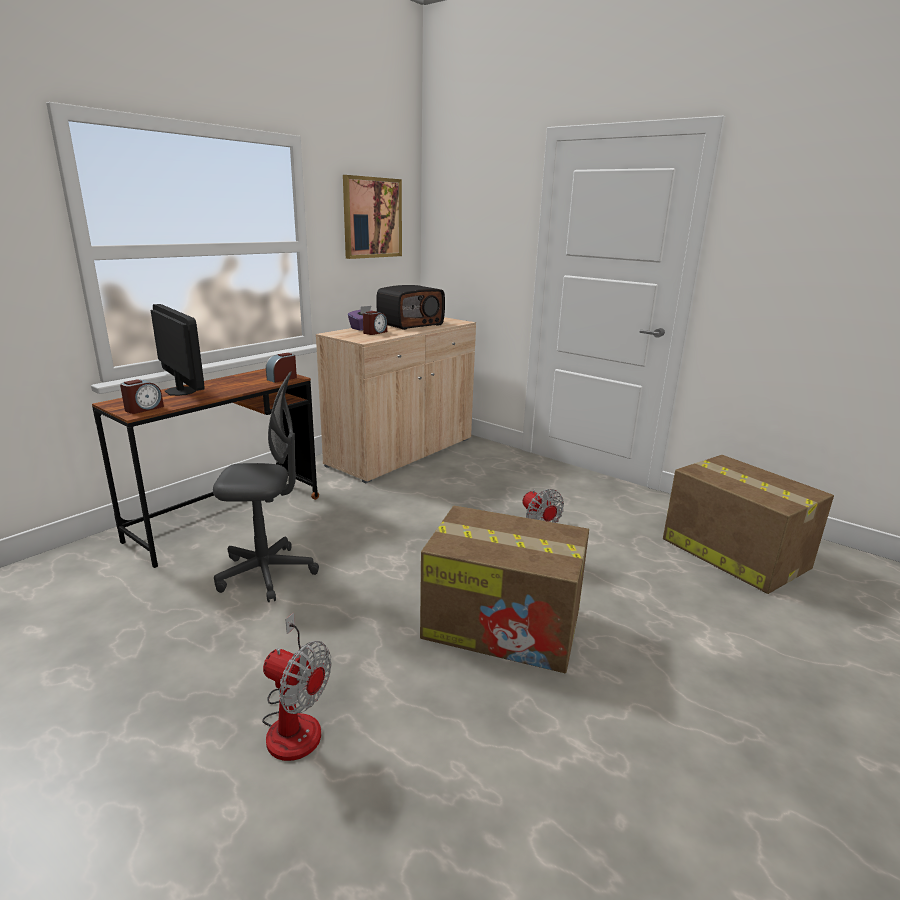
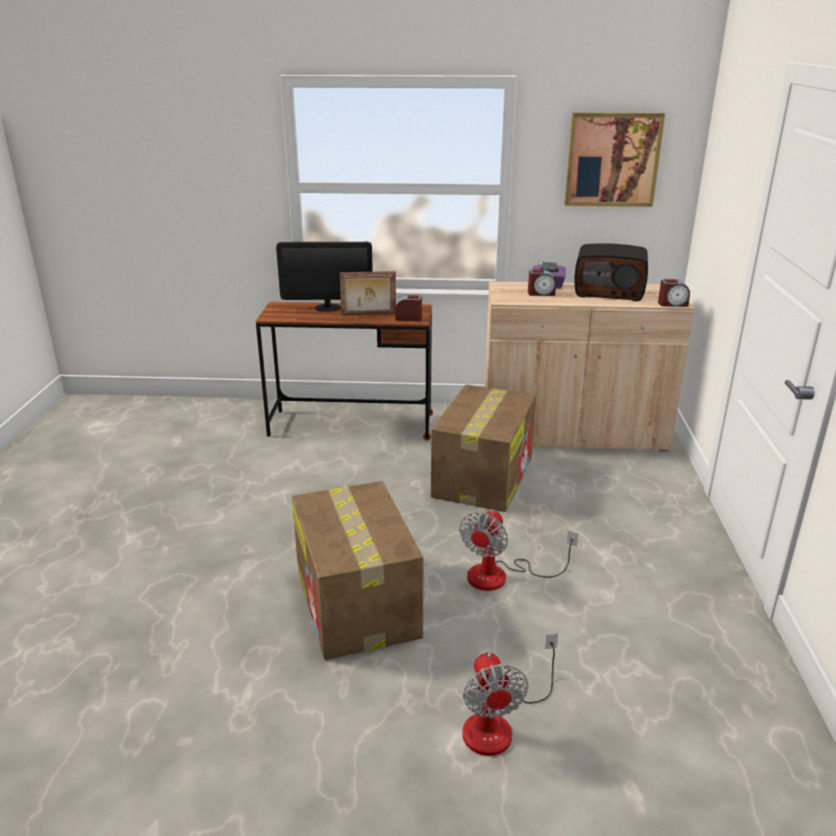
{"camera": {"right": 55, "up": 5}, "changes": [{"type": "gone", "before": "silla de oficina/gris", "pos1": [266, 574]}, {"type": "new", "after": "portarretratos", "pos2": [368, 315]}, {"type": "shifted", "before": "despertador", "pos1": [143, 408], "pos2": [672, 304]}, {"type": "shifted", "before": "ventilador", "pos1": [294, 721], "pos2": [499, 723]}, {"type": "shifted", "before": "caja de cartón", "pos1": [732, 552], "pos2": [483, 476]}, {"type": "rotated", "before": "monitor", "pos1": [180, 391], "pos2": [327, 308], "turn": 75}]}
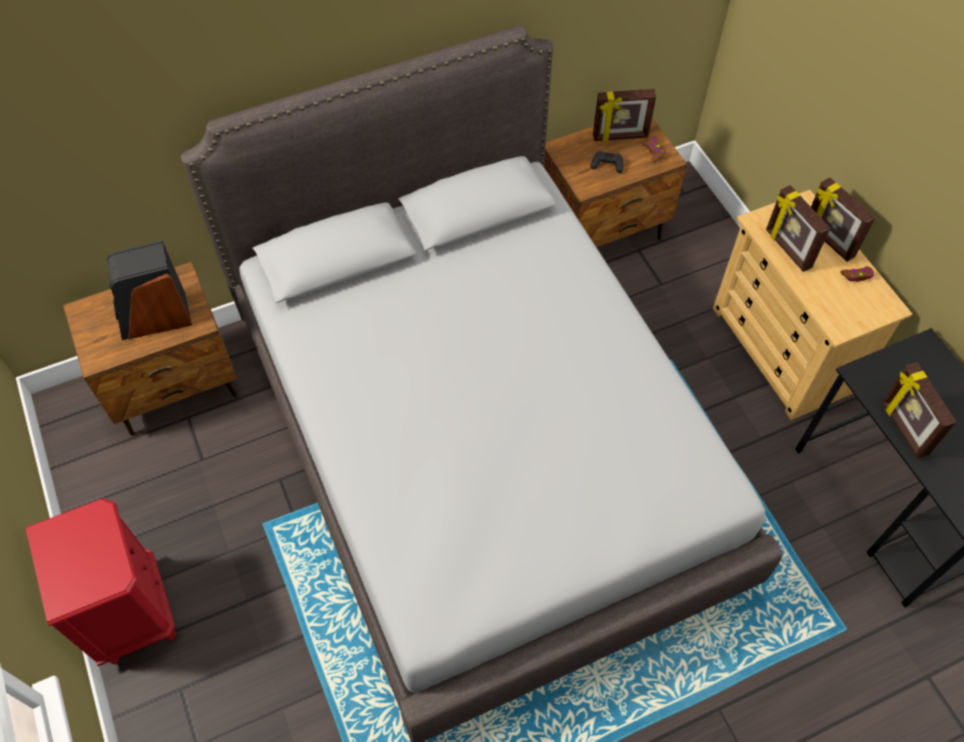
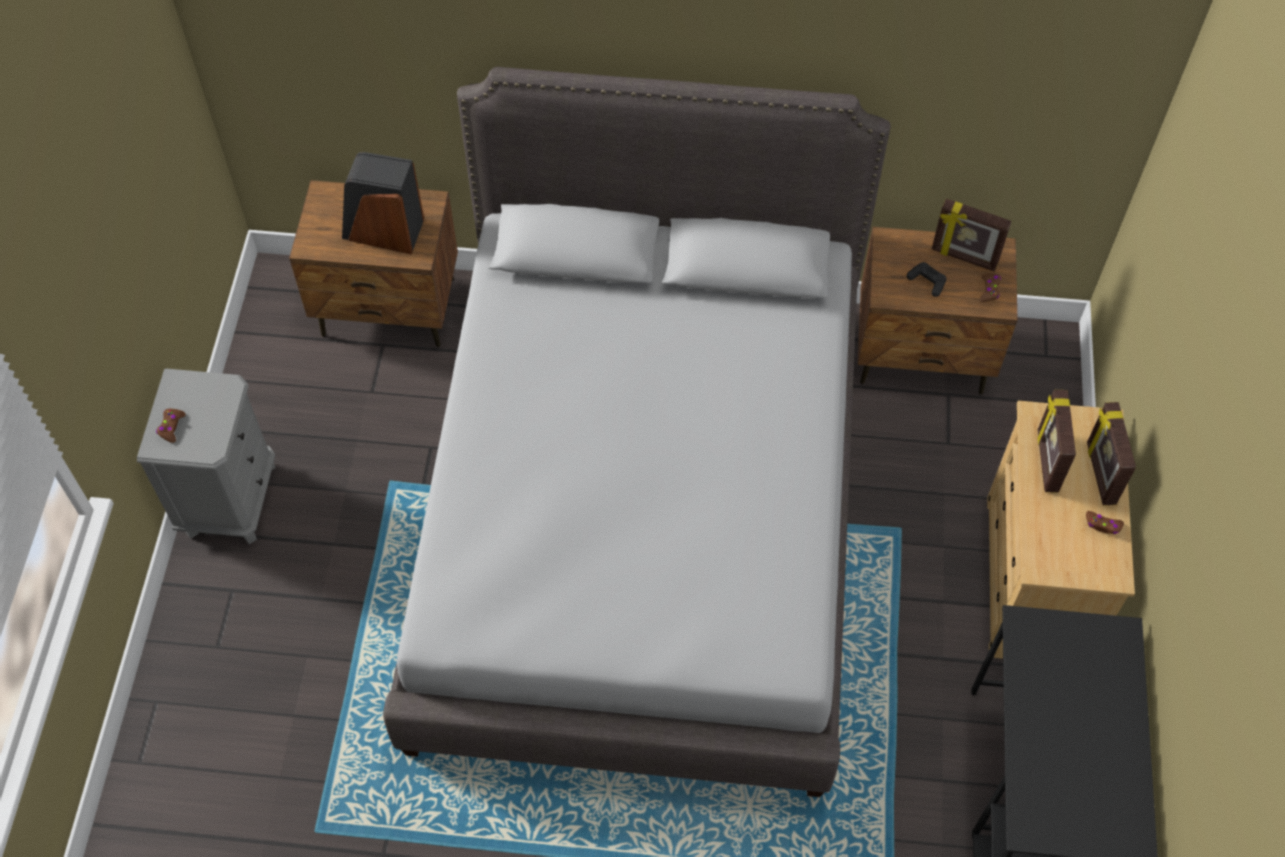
{"camera": {"right": 30, "up": 0}, "changes": [{"type": "gone", "before": "portarretratos", "pos1": [903, 428]}, {"type": "new", "after": "mando de consola/marrón", "pos2": [171, 427]}, {"type": "repainted", "before": "mesita de noche/rojo", "after": "mesita de noche/gris", "pos1": [131, 611], "pos2": [229, 499]}]}
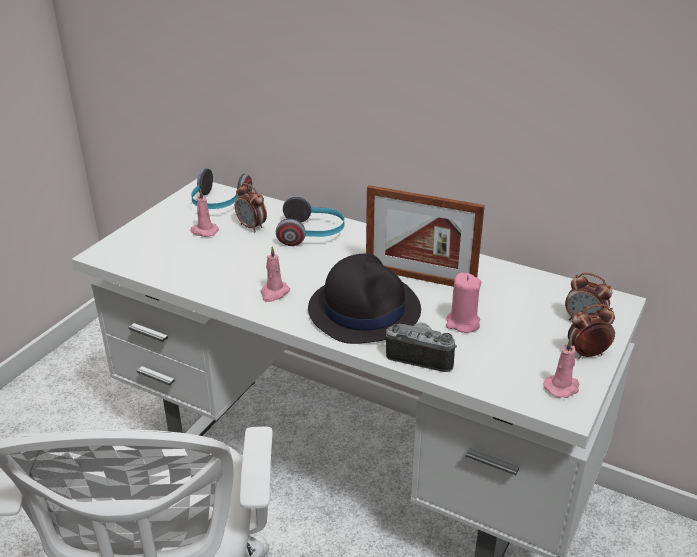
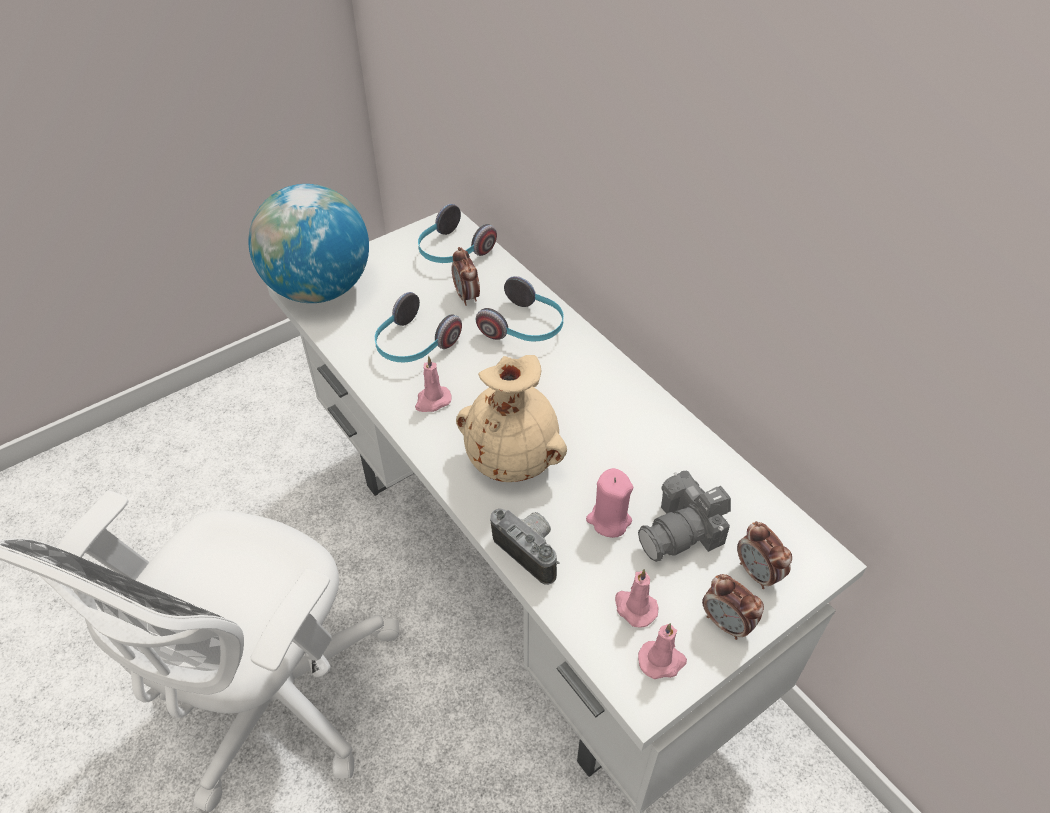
{"camera": {"right": 25, "up": 15}, "changes": [{"type": "gone", "before": "portarretratos", "pos1": [419, 278]}, {"type": "new", "after": "globo terráqueo", "pos2": [319, 289]}, {"type": "new", "after": "auriculares", "pos2": [414, 345]}, {"type": "new", "after": "cámara", "pos2": [683, 531]}, {"type": "shifted", "before": "vela/rosa", "pos1": [204, 231], "pos2": [634, 607]}, {"type": "swapped", "before": "sombrero/negro", "after": "florero/beis", "pos1": [364, 309], "pos2": [512, 459]}, {"type": "rotated", "before": "despertador", "pos1": [586, 354], "pos2": [726, 623], "turn": -150}]}
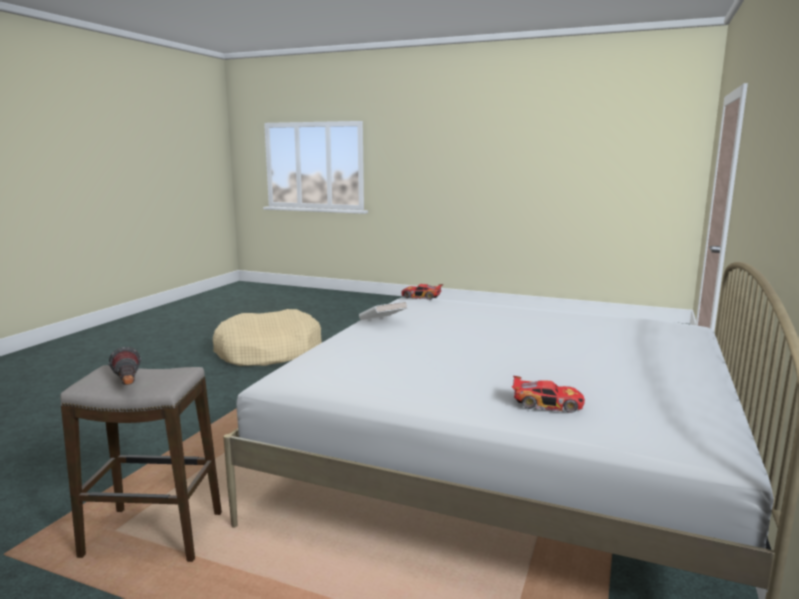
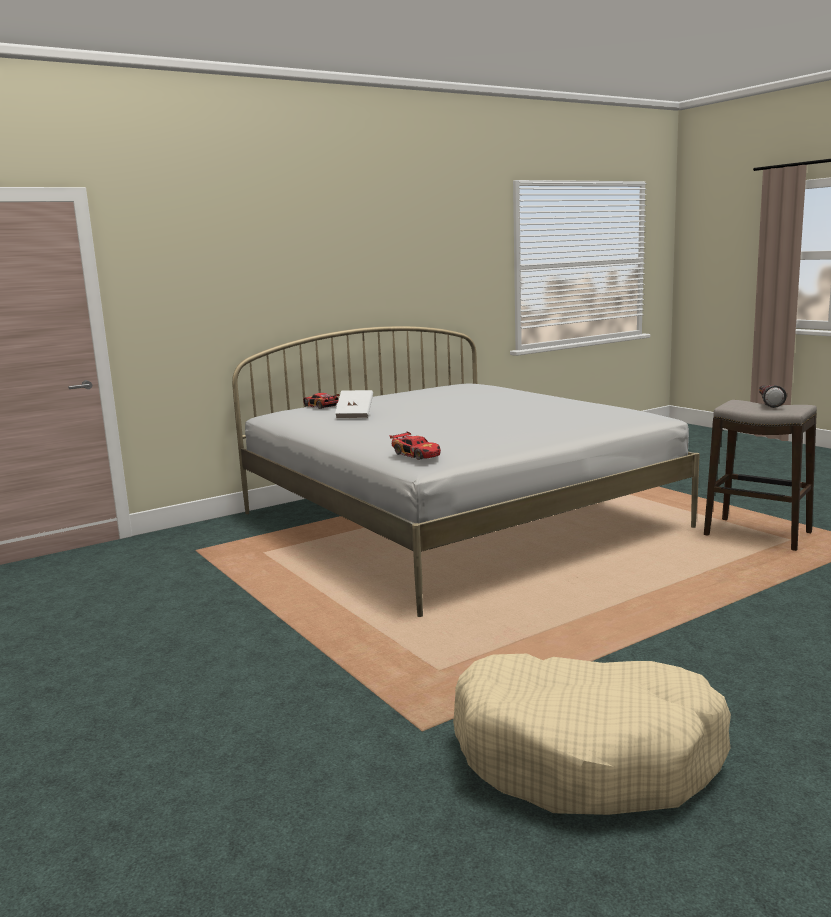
{"camera": {"right": -145, "up": 0}, "changes": [{"type": "shifted", "before": "libro/blanco", "pos1": [382, 322], "pos2": [355, 415]}, {"type": "shifted", "before": "coche de juguete", "pos1": [547, 404], "pos2": [320, 406]}]}
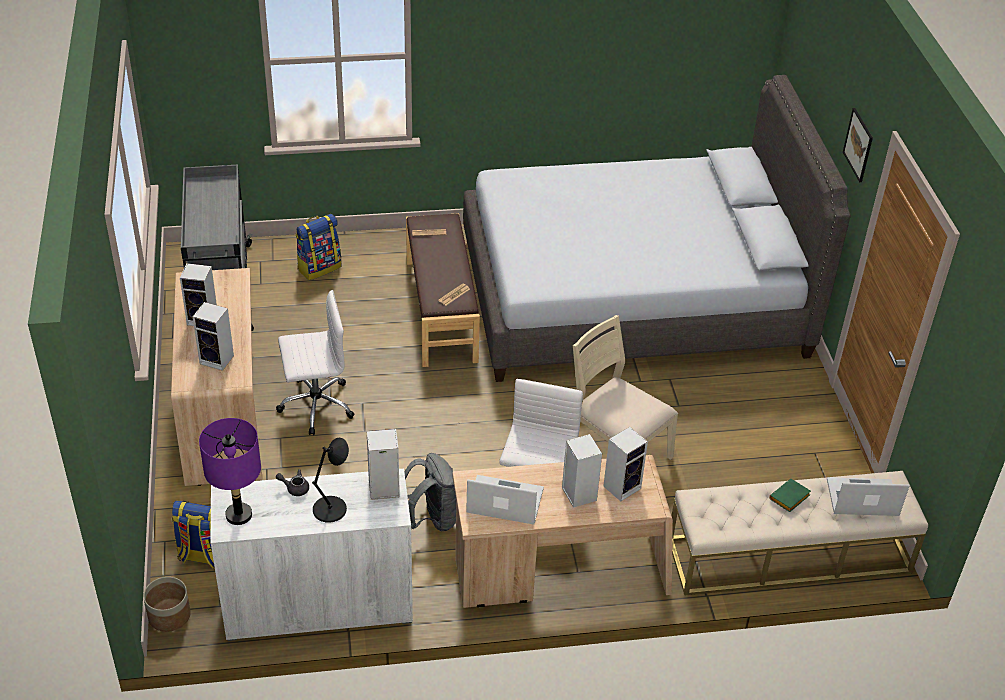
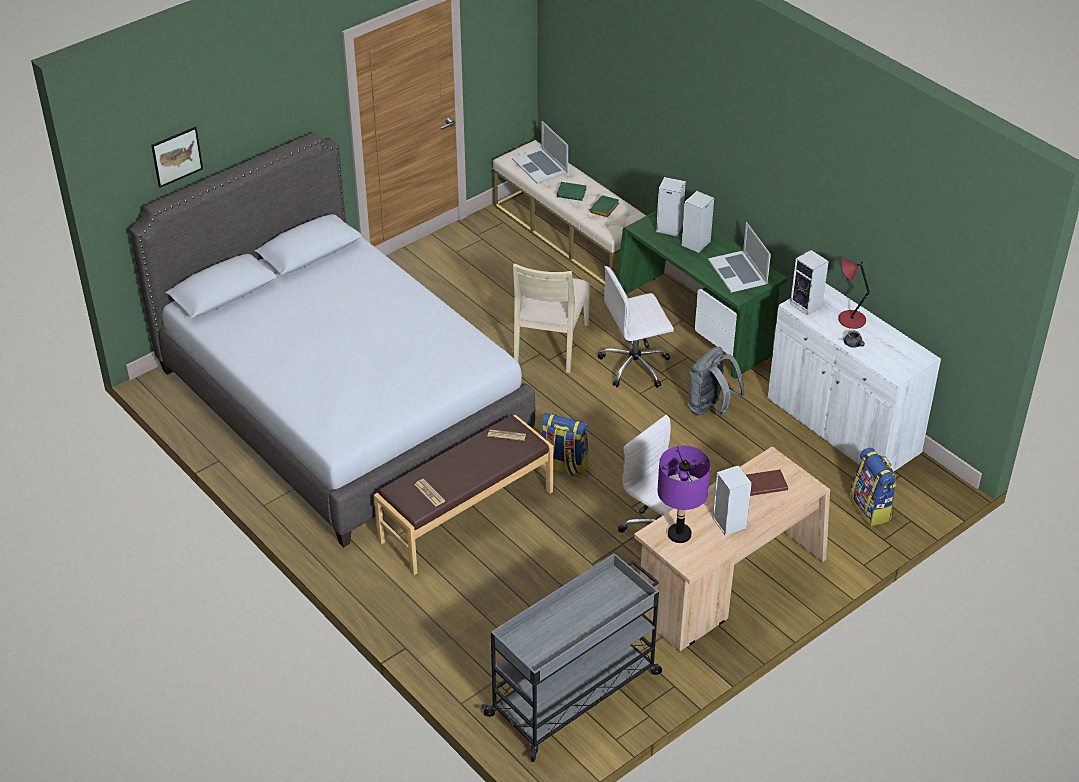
{"camera": {"right": -120, "up": 0}, "changes": [{"type": "gone", "before": "maceta", "pos1": [169, 616]}, {"type": "new", "after": "libro/verde", "pos2": [605, 209]}, {"type": "shifted", "before": "lámpara de mesa/morado", "pos1": [239, 515], "pos2": [679, 534]}, {"type": "shifted", "before": "mochila", "pos1": [319, 267], "pos2": [563, 466]}, {"type": "shifted", "before": "cuadro", "pos1": [858, 145], "pos2": [176, 156]}, {"type": "swapped", "before": "altavoz", "after": "libro/marrón", "pos1": [218, 359], "pos2": [763, 483]}, {"type": "repainted", "before": "lámpara de mesa/negro", "after": "lámpara de mesa/rojo", "pos1": [331, 508], "pos2": [850, 319]}, {"type": "repainted", "before": "escritorio/beis", "after": "escritorio/verde", "pos1": [560, 574], "pos2": [694, 327]}]}
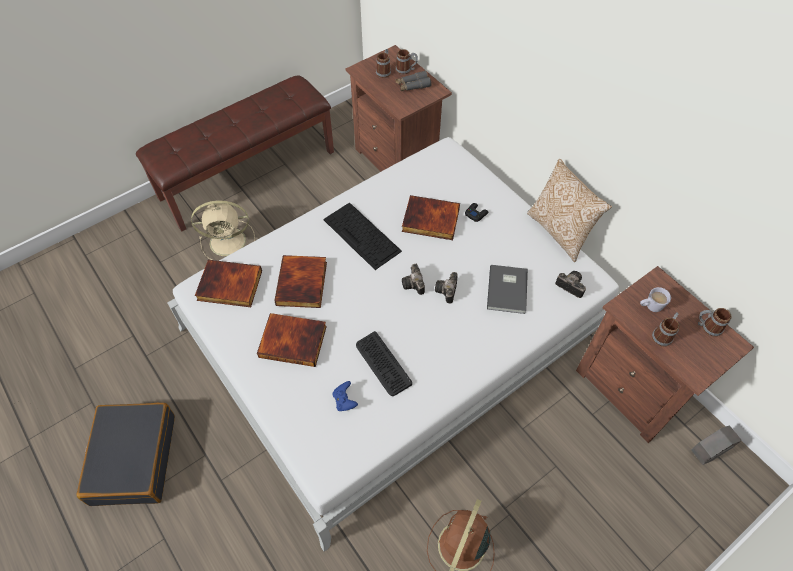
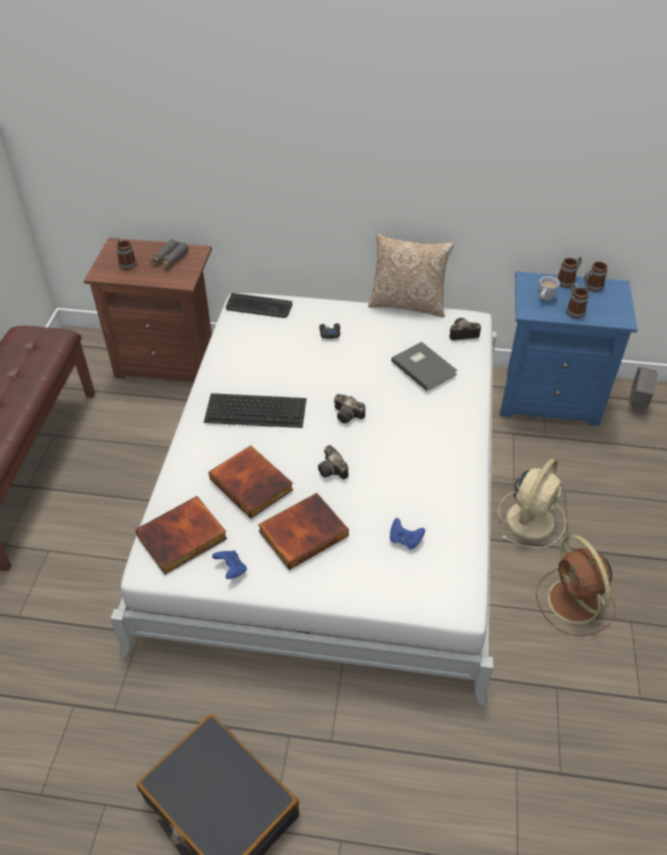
{"camera": {"right": -45, "up": -10}, "changes": [{"type": "gone", "before": "libro", "pos1": [430, 221]}, {"type": "new", "after": "mando de consola/azul", "pos2": [231, 569]}, {"type": "shifted", "before": "ventilador/beis", "pos1": [229, 241], "pos2": [531, 518]}, {"type": "shifted", "before": "teclado", "pos1": [383, 364], "pos2": [259, 306]}, {"type": "shifted", "before": "taza grande", "pos1": [406, 70], "pos2": [568, 281]}, {"type": "shifted", "before": "cámara", "pos1": [447, 291], "pos2": [333, 470]}, {"type": "repainted", "before": "mesita de noche/marrón", "after": "mesita de noche/azul", "pos1": [634, 388], "pos2": [548, 398]}]}
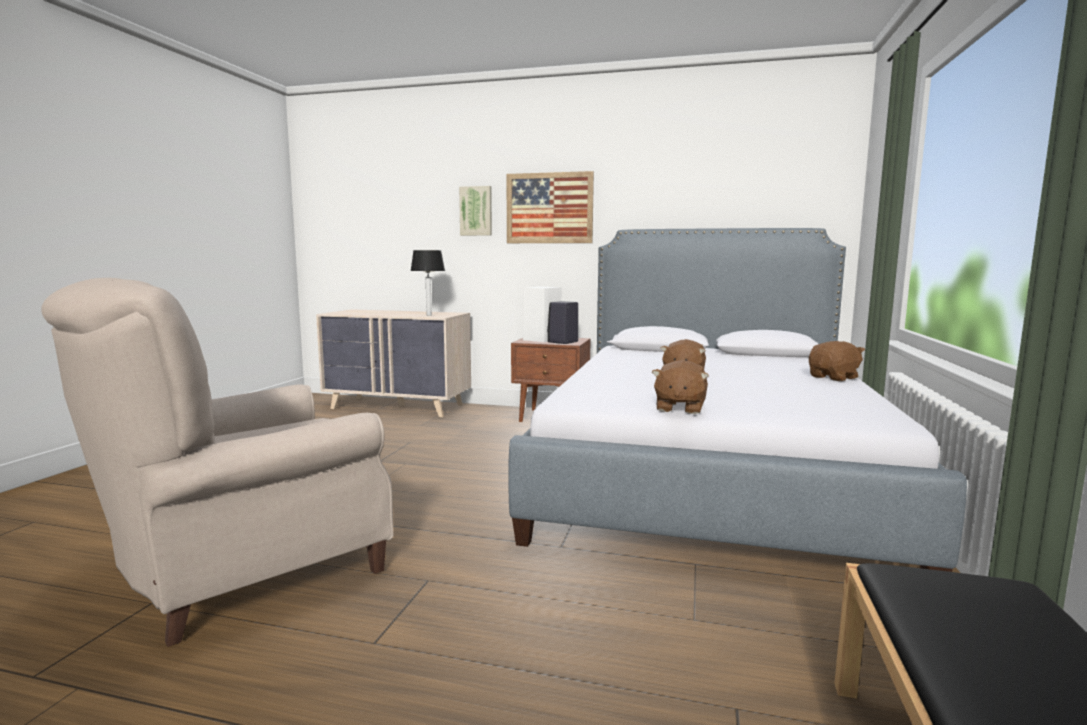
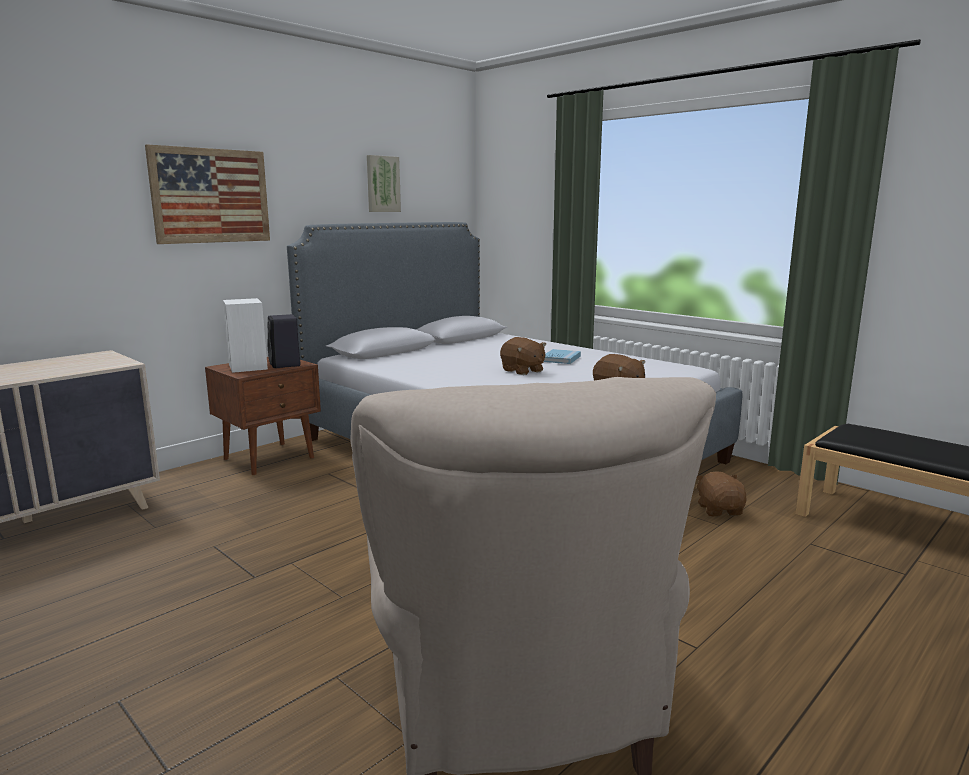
{"camera": {"right": -60, "up": 5}, "changes": [{"type": "gone", "before": "lámpara de mesa", "pos1": [428, 315]}, {"type": "new", "after": "libro/azul", "pos2": [561, 359]}, {"type": "shifted", "before": "cuadro", "pos1": [476, 211], "pos2": [382, 184]}, {"type": "shifted", "before": "peluche/marrón", "pos1": [834, 377], "pos2": [720, 510]}]}
